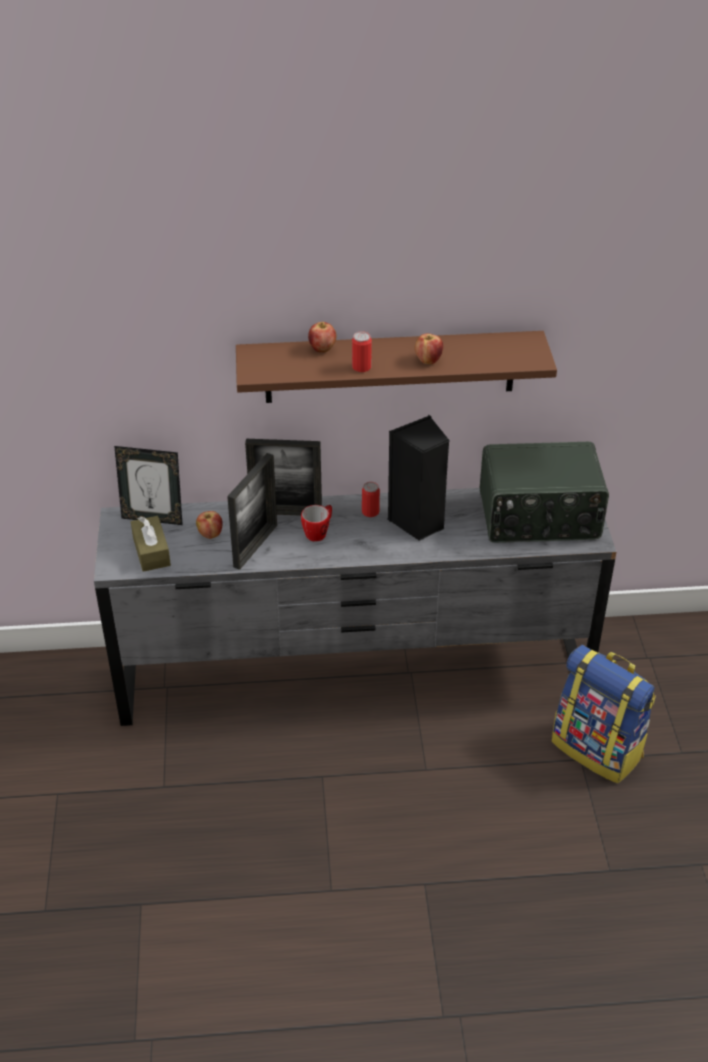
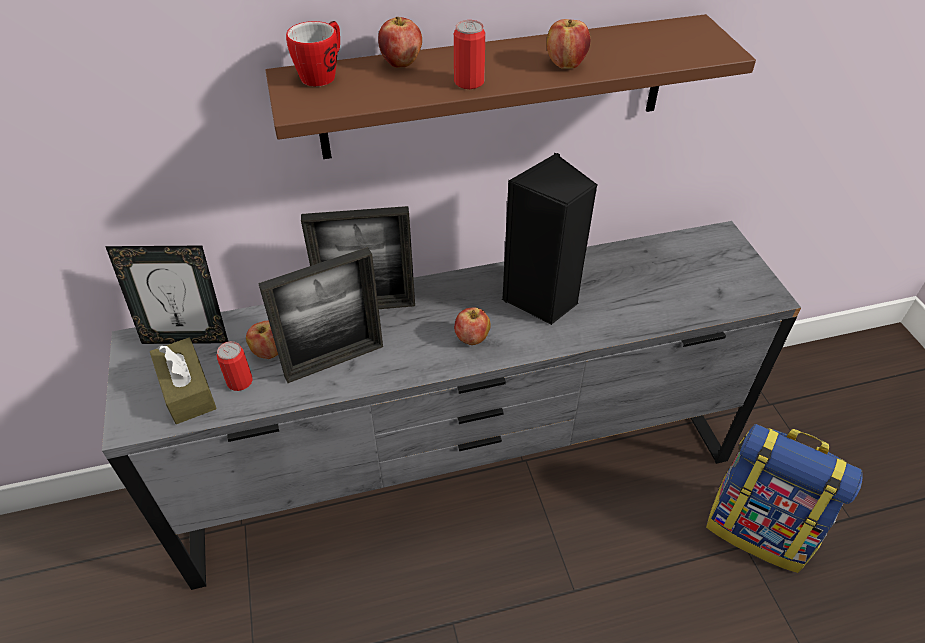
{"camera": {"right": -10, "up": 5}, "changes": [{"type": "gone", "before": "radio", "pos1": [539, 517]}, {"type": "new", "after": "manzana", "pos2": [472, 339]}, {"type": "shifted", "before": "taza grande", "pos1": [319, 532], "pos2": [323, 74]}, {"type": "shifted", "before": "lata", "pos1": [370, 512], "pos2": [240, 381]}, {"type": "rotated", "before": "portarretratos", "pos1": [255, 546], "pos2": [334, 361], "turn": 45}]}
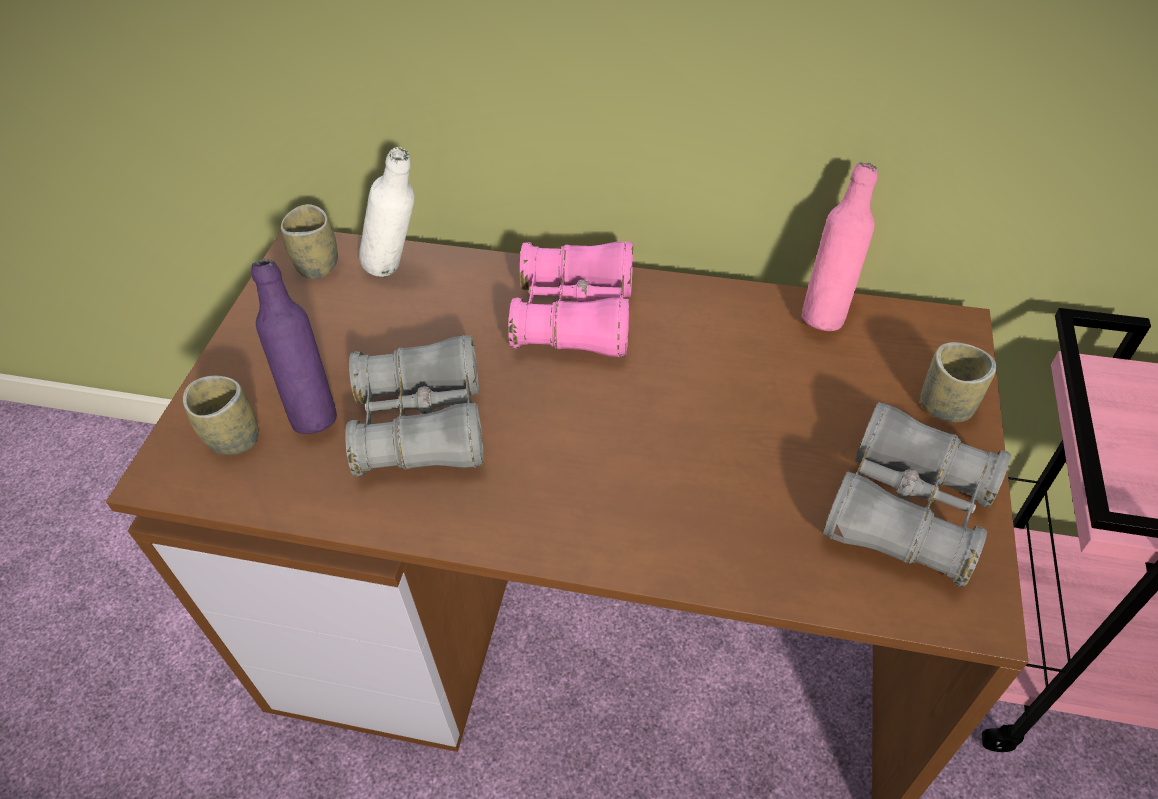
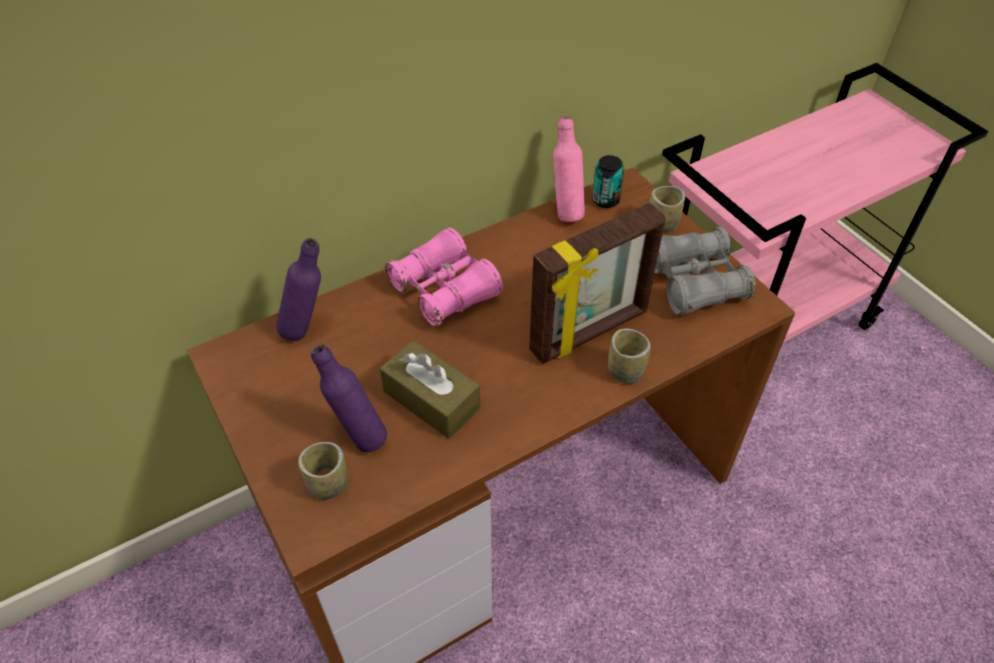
{"camera": {"right": -45, "up": 0}, "changes": [{"type": "new", "after": "portarretratos", "pos2": [590, 333]}, {"type": "new", "after": "lata", "pos2": [605, 200]}, {"type": "shifted", "before": "taza", "pos1": [317, 265], "pos2": [625, 371]}, {"type": "swapped", "before": "prismáticos/gris", "after": "caja de pañuelos/marrón", "pos1": [422, 425], "pos2": [431, 400]}, {"type": "repainted", "before": "botella/blanco", "after": "botella/morado", "pos1": [398, 272], "pos2": [307, 330]}]}
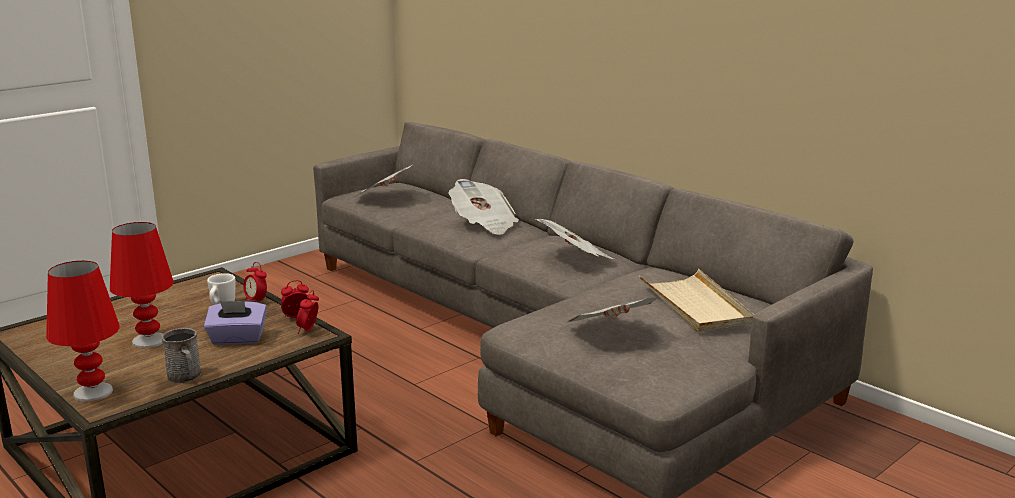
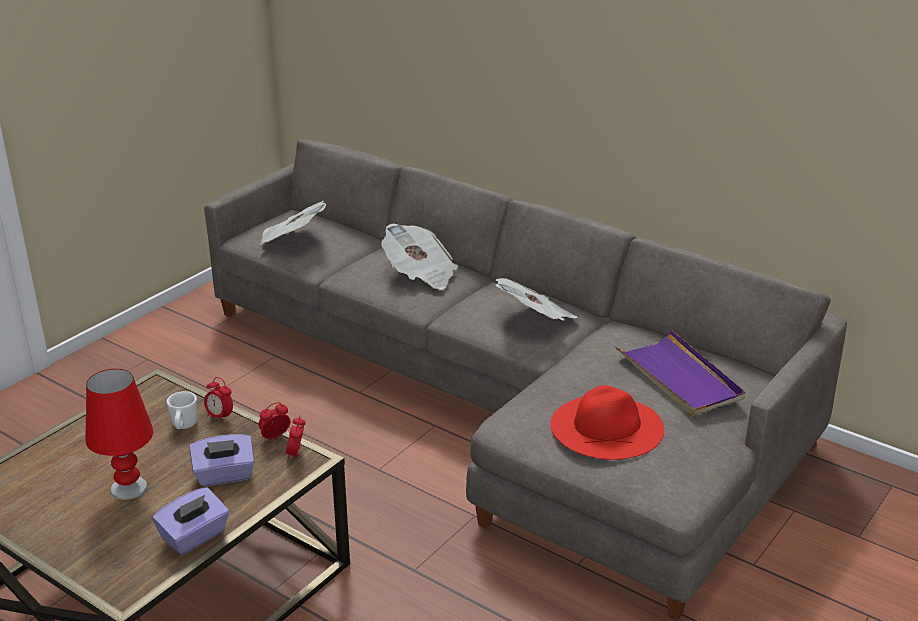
{"camera": {"right": -10, "up": 10}, "changes": [{"type": "gone", "before": "lámpara de mesa/rojo", "pos1": [92, 392]}, {"type": "swapped", "before": "taza grande/gris", "after": "caja de pañuelos/morado", "pos1": [186, 377], "pos2": [194, 537]}, {"type": "swapped", "before": "periódico", "after": "sombrero/rojo", "pos1": [610, 333], "pos2": [607, 426]}, {"type": "repainted", "before": "bandeja/beis", "after": "bandeja/morado", "pos1": [696, 305], "pos2": [679, 377]}]}
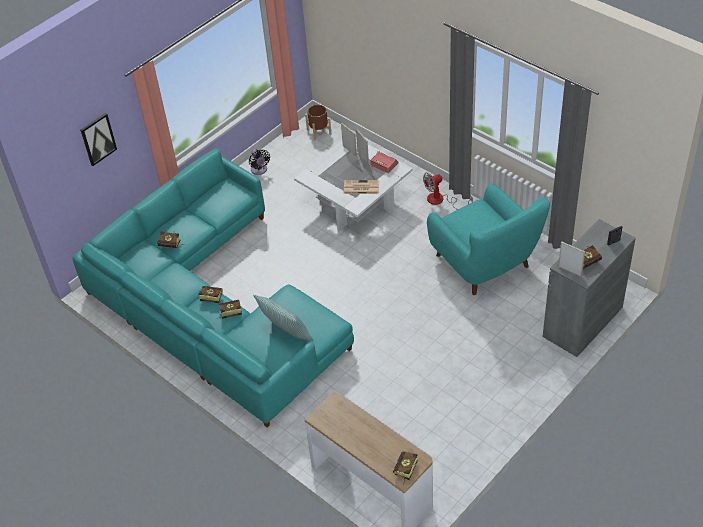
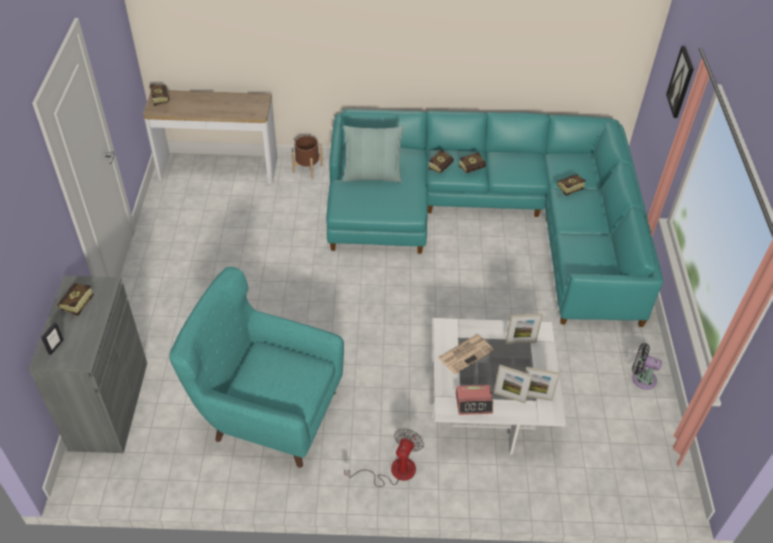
{"camera": {"right": 135, "up": 0}, "changes": [{"type": "shifted", "before": "maceta/marrón", "pos1": [319, 132], "pos2": [307, 168]}, {"type": "shifted", "before": "portarretratos", "pos1": [569, 271], "pos2": [520, 342]}]}
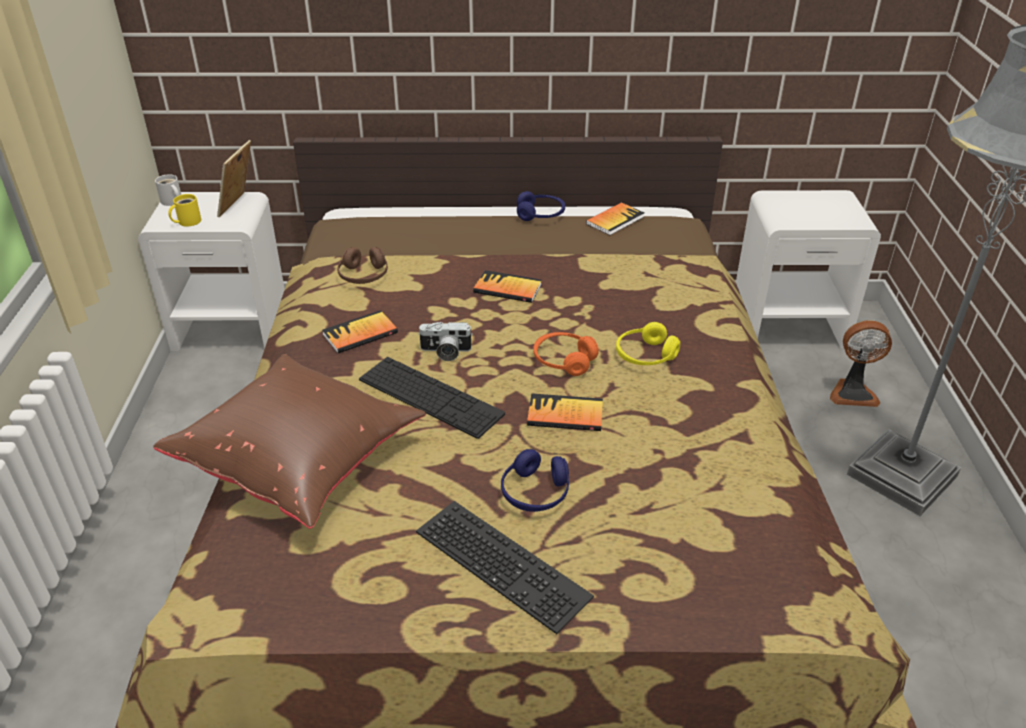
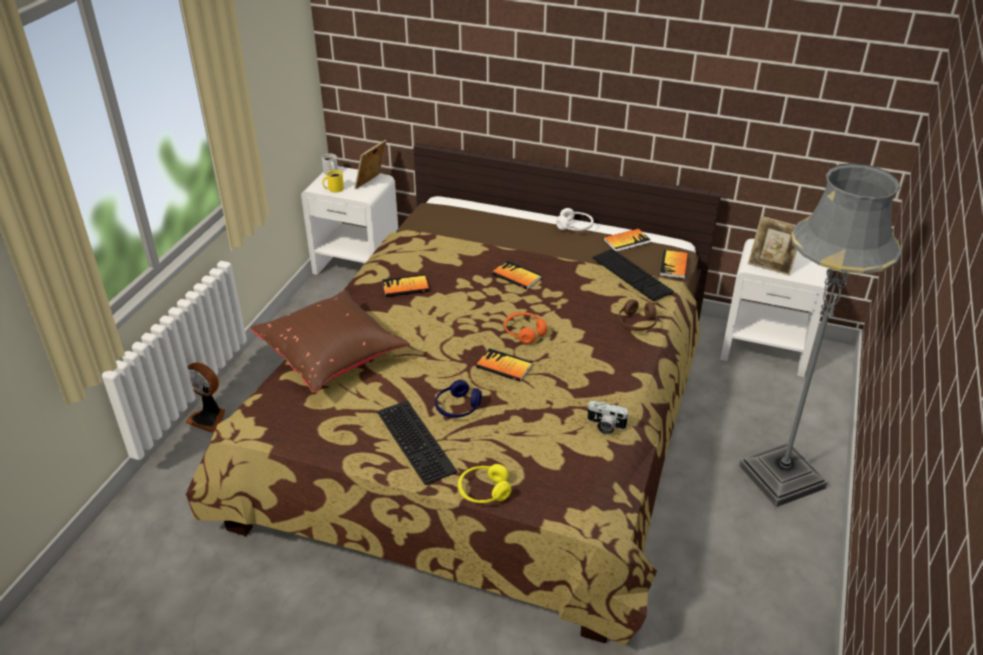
{"camera": {"right": 20, "up": 0}, "changes": [{"type": "new", "after": "libro", "pos2": [674, 265]}, {"type": "new", "after": "portarretratos", "pos2": [771, 266]}, {"type": "shifted", "before": "auriculares/marrón", "pos1": [363, 276], "pos2": [637, 323]}, {"type": "shifted", "before": "teclado", "pos1": [430, 396], "pos2": [632, 274]}, {"type": "shifted", "before": "cámara", "pos1": [445, 352], "pos2": [605, 426]}, {"type": "shifted", "before": "auriculares/amarillo", "pos1": [645, 356], "pos2": [484, 491]}, {"type": "shifted", "before": "ventilador", "pos1": [852, 393], "pos2": [209, 418]}, {"type": "repainted", "before": "auriculares/azul", "after": "auriculares/blanco", "pos1": [540, 215], "pos2": [575, 227]}]}
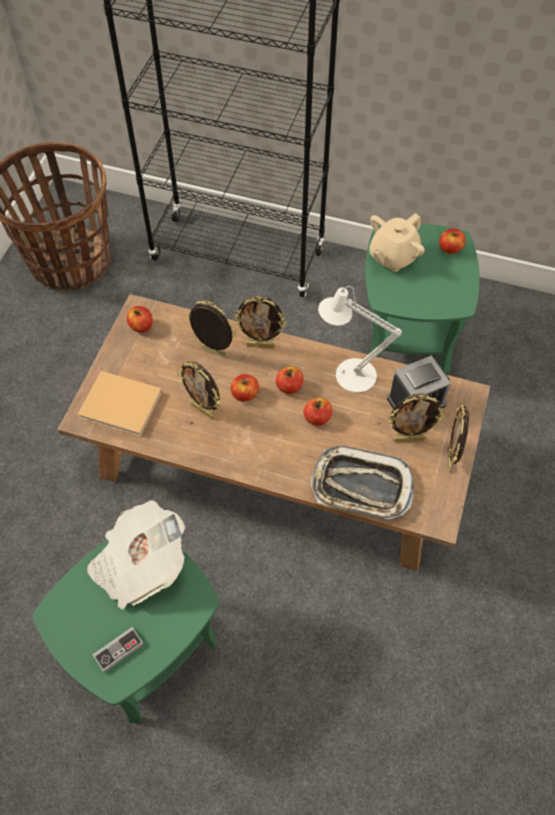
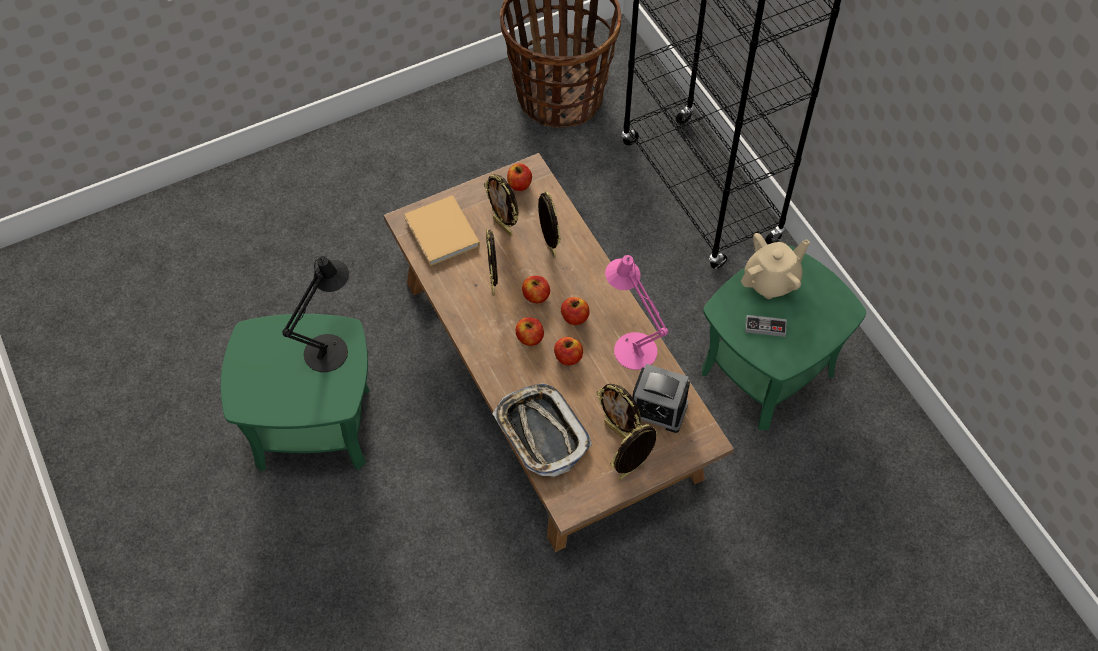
{"camera": {"right": 45, "up": 0}, "changes": [{"type": "shifted", "before": "mando de consola", "pos1": [118, 650], "pos2": [765, 327]}, {"type": "shifted", "before": "portarretratos", "pos1": [261, 345], "pos2": [503, 227]}, {"type": "shifted", "before": "manzana", "pos1": [450, 248], "pos2": [530, 338]}, {"type": "swapped", "before": "periódico", "after": "lámpara de mesa/negro", "pos1": [139, 564], "pos2": [330, 348]}, {"type": "repainted", "before": "lámpara de mesa/blanco", "after": "lámpara de mesa/rosa", "pos1": [349, 374], "pos2": [631, 346]}, {"type": "rotated", "before": "tetera/beis", "pos1": [393, 257], "pos2": [771, 281], "turn": 150}]}
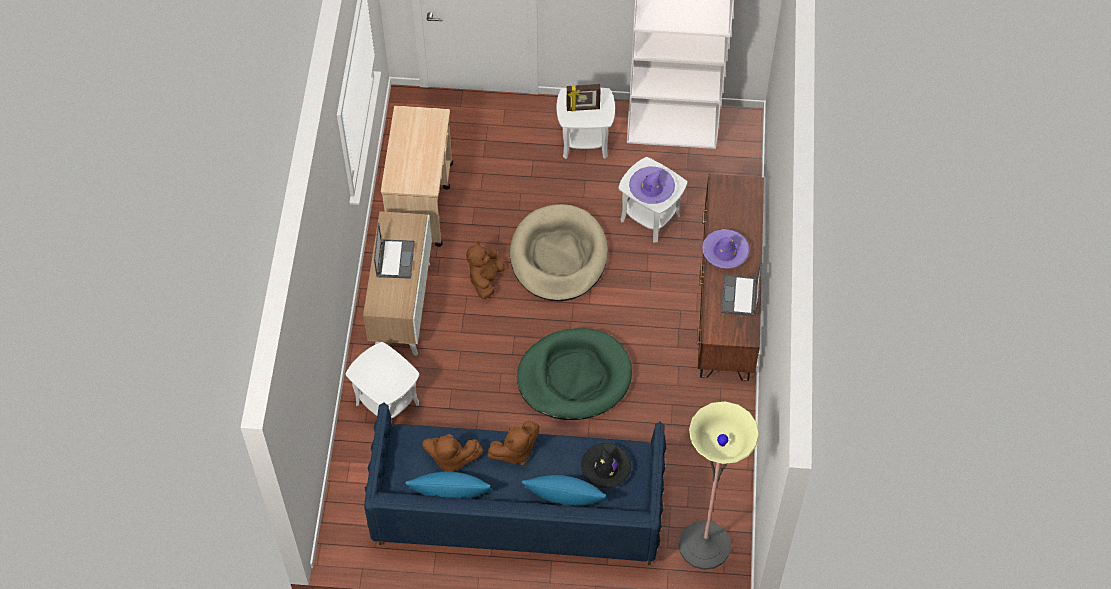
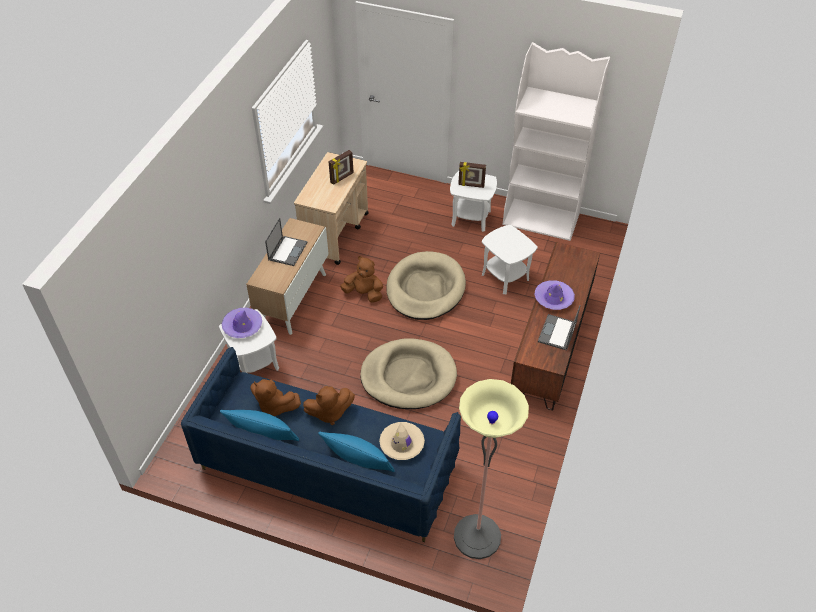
{"camera": {"right": 15, "up": -10}, "changes": [{"type": "new", "after": "portarretratos", "pos2": [342, 178]}, {"type": "shifted", "before": "sombrero/morado", "pos1": [651, 188], "pos2": [242, 326]}, {"type": "repainted", "before": "cama para perro/verde", "after": "cama para perro/beis", "pos1": [574, 377], "pos2": [408, 376]}, {"type": "repainted", "before": "sombrero/negro", "after": "sombrero/beis", "pos1": [606, 468], "pos2": [402, 444]}, {"type": "rotated", "before": "peluche/marrón", "pos1": [485, 279], "pos2": [364, 293], "turn": 75}]}
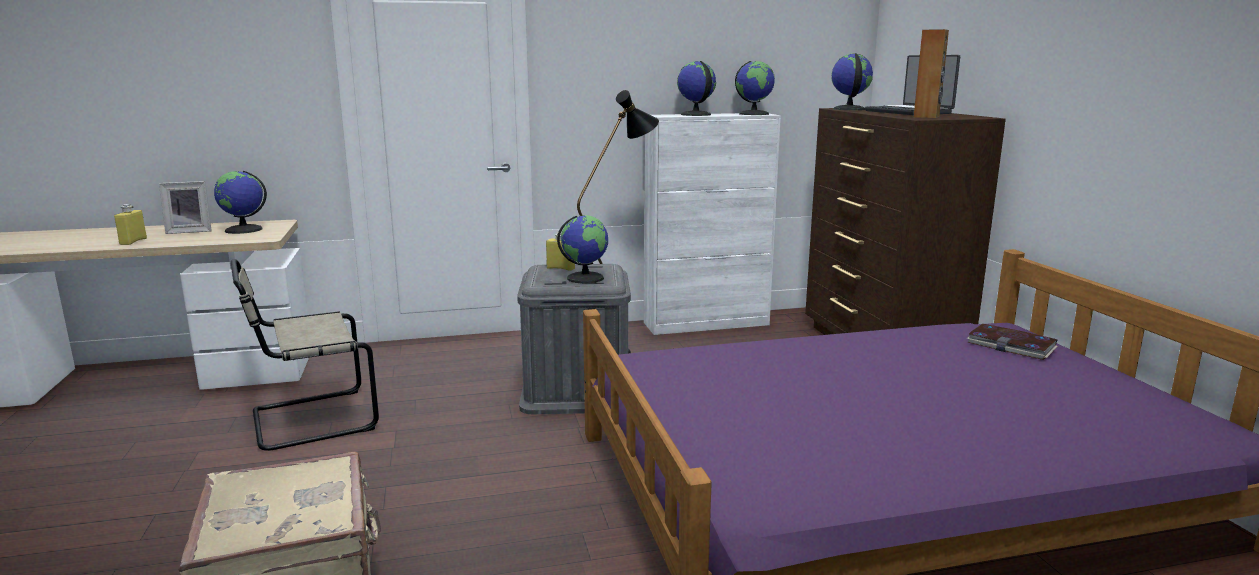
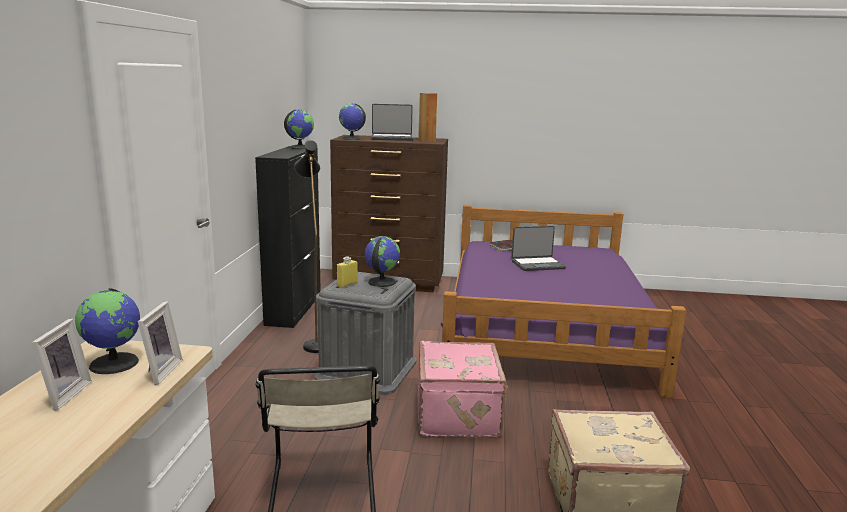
{"camera": {"right": -70, "up": 0}, "changes": [{"type": "gone", "before": "botella/amarillo", "pos1": [133, 241]}, {"type": "gone", "before": "globo terráqueo", "pos1": [695, 114]}, {"type": "new", "after": "portarretratos", "pos2": [159, 371]}, {"type": "new", "after": "maleta/rosa", "pos2": [459, 414]}, {"type": "new", "after": "portátil", "pos2": [537, 264]}, {"type": "repainted", "before": "armario/blanco", "after": "armario/negro", "pos1": [707, 324], "pos2": [294, 309]}]}
